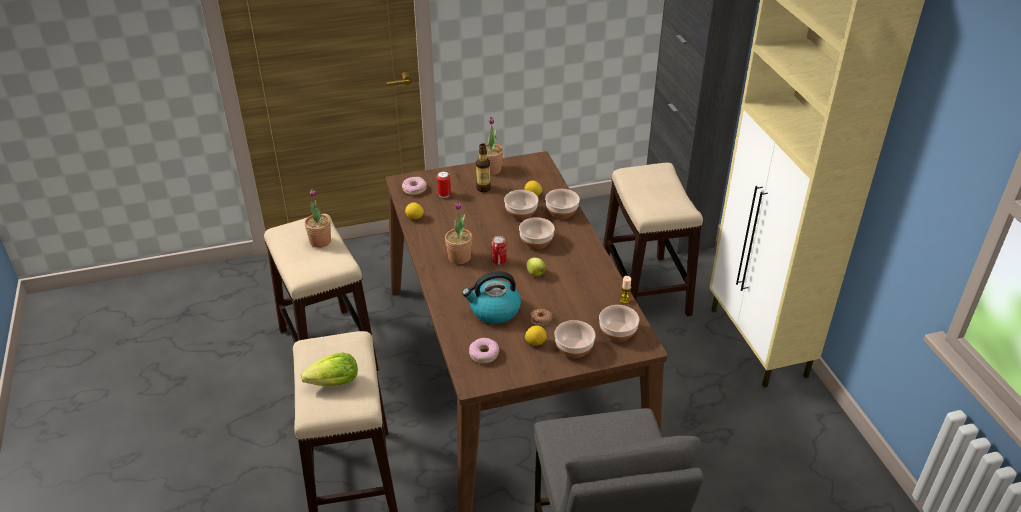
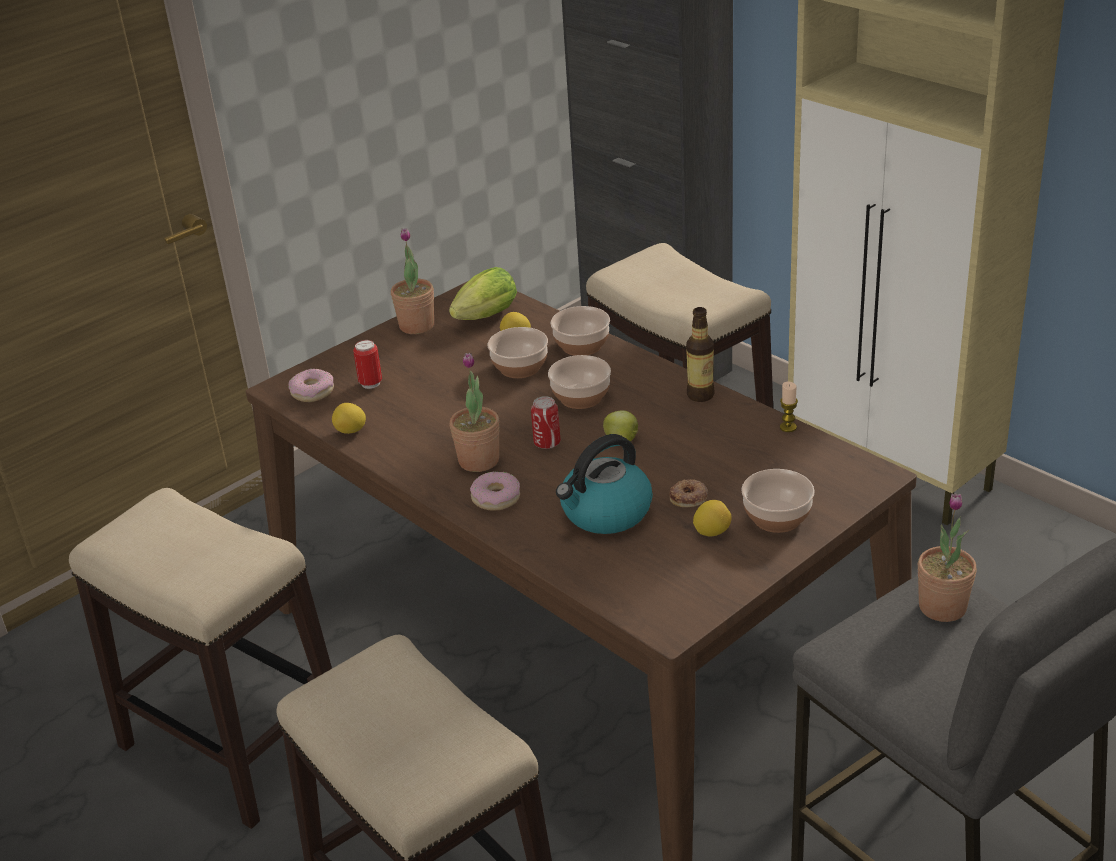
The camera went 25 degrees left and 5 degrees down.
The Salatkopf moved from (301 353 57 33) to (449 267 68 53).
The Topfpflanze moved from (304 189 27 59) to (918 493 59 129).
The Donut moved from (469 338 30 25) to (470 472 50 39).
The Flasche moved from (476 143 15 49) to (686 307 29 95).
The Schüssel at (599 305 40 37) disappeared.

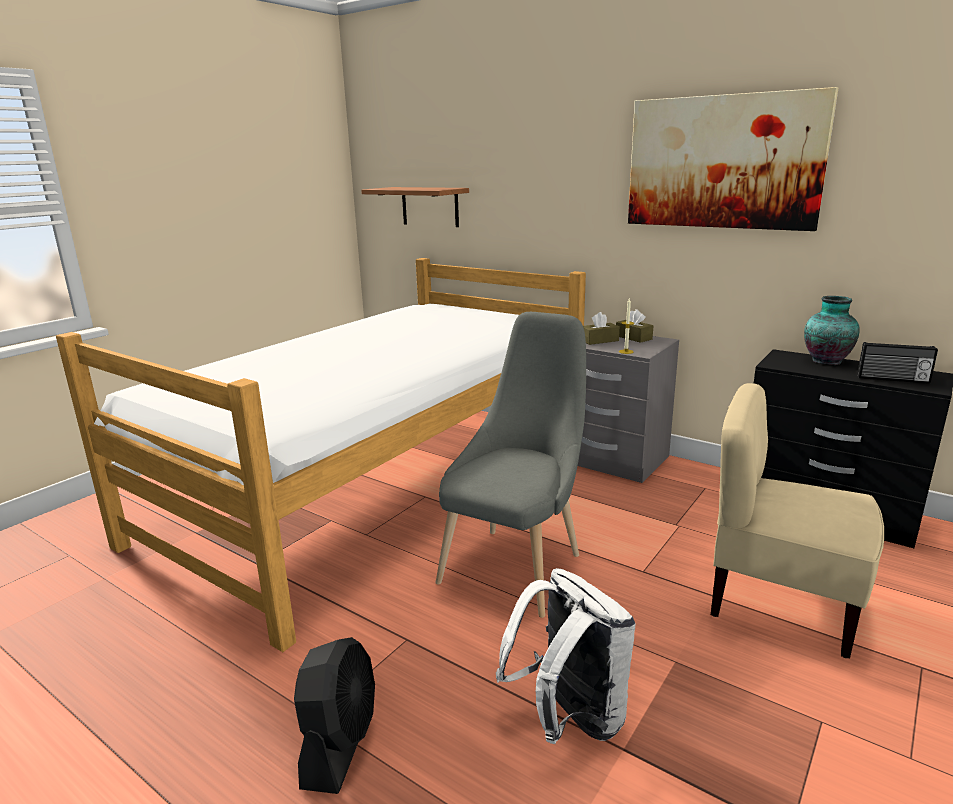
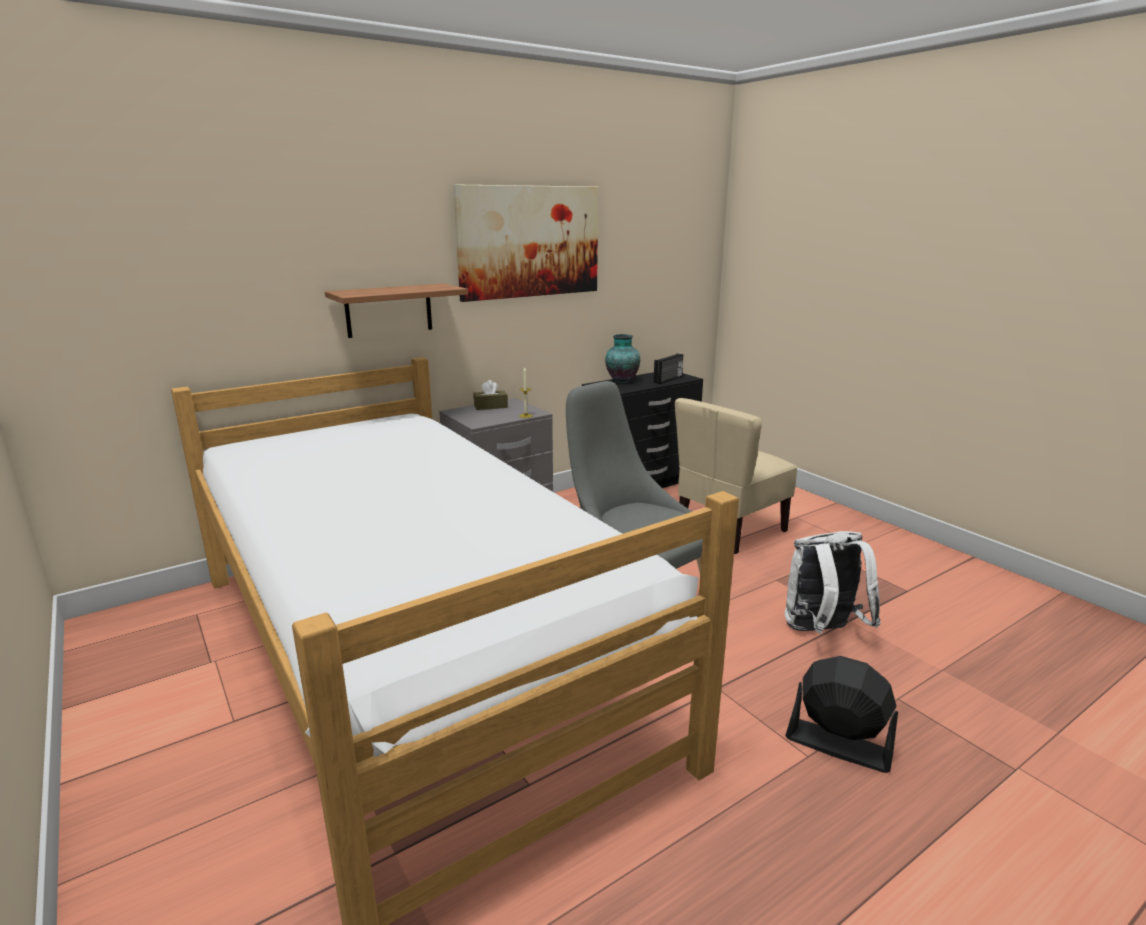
The camera went 70 degrees left and 0 degrees up.
The Wandregal moved from (361 187 108 40) to (325 283 143 55).
The Taschentuchbox [braun] at (583 312 37 33) disappeared.

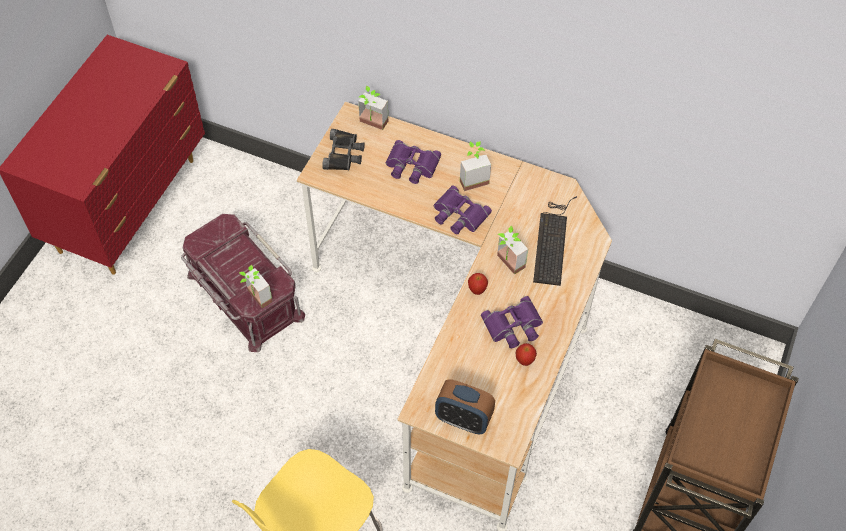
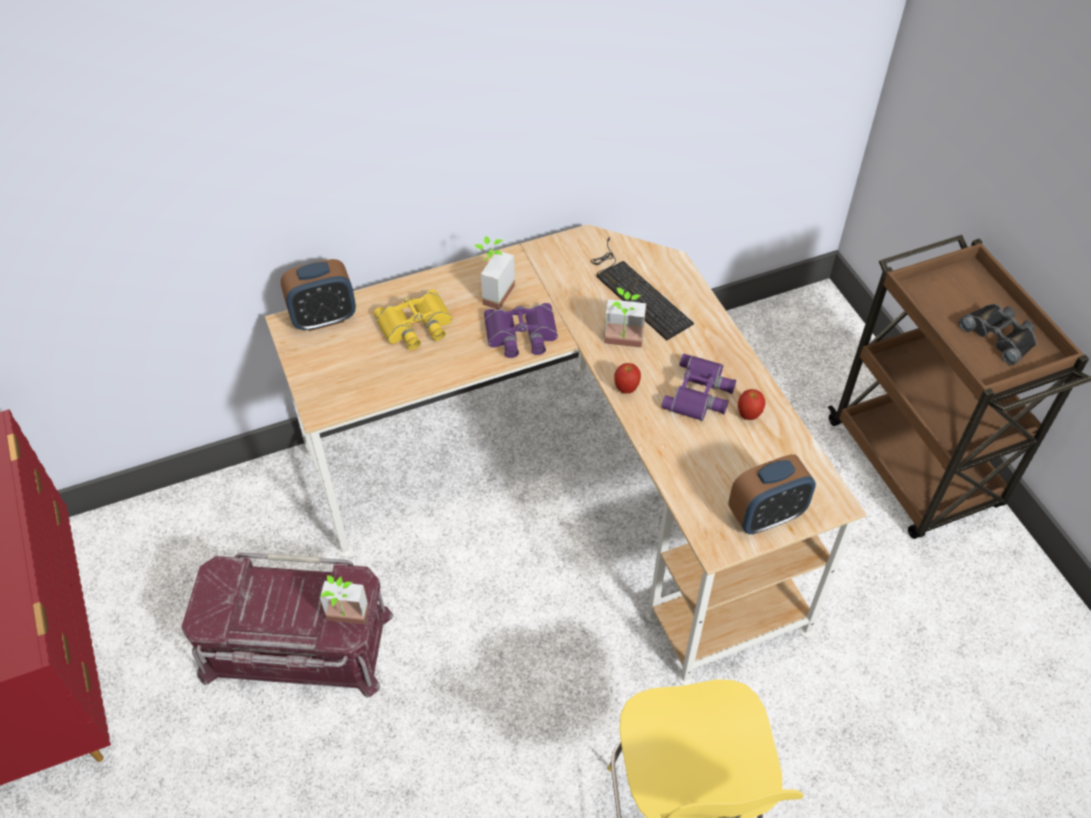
The camera went 45 degrees left and 5 degrees down.
The Fernglas [schwarz] moved from (322 129 43 41) to (958 304 79 61).
The Topfpflanze at (359 86 29 44) was replaced by the Wecker at (281 259 75 72).
The Fernglas [lila] at (386 140 55 44) became the Fernglas [gelb] at (373 289 79 61).

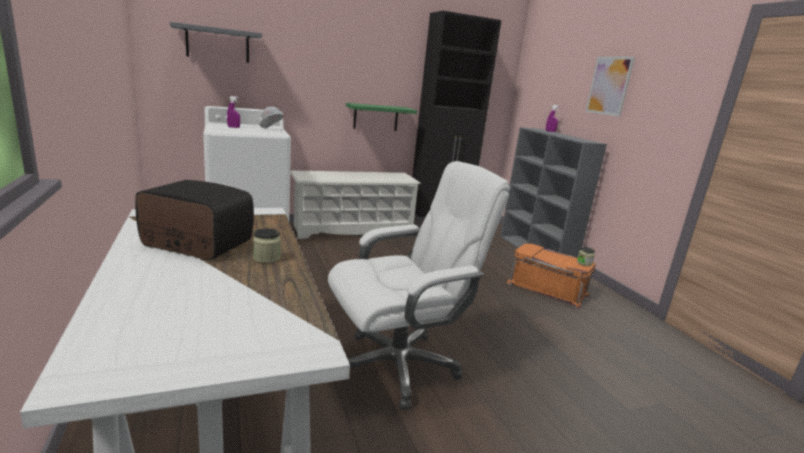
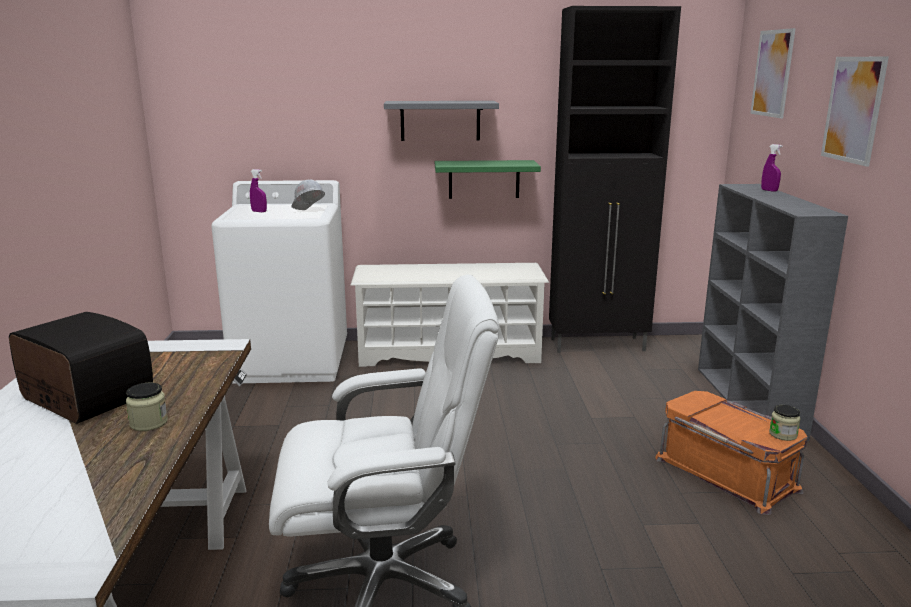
The camera went 20 degrees right and 0 degrees up.
The Wandregal [grau] moved from (170 22 92 41) to (384 101 115 40).
The Bild at (750 28 46 90) appeared.

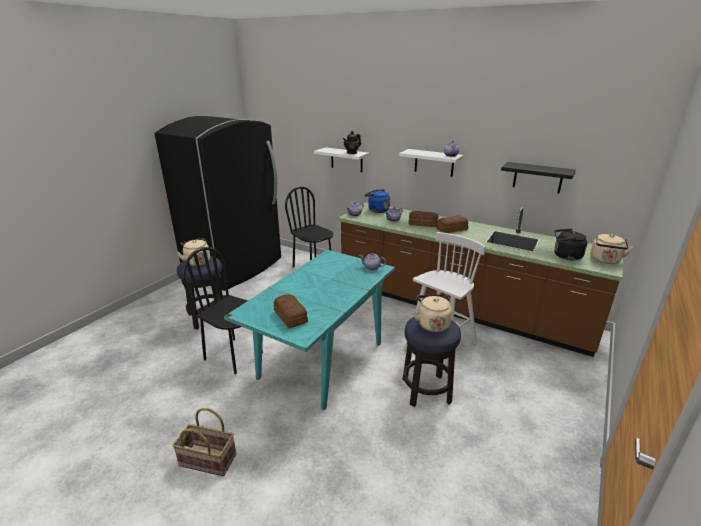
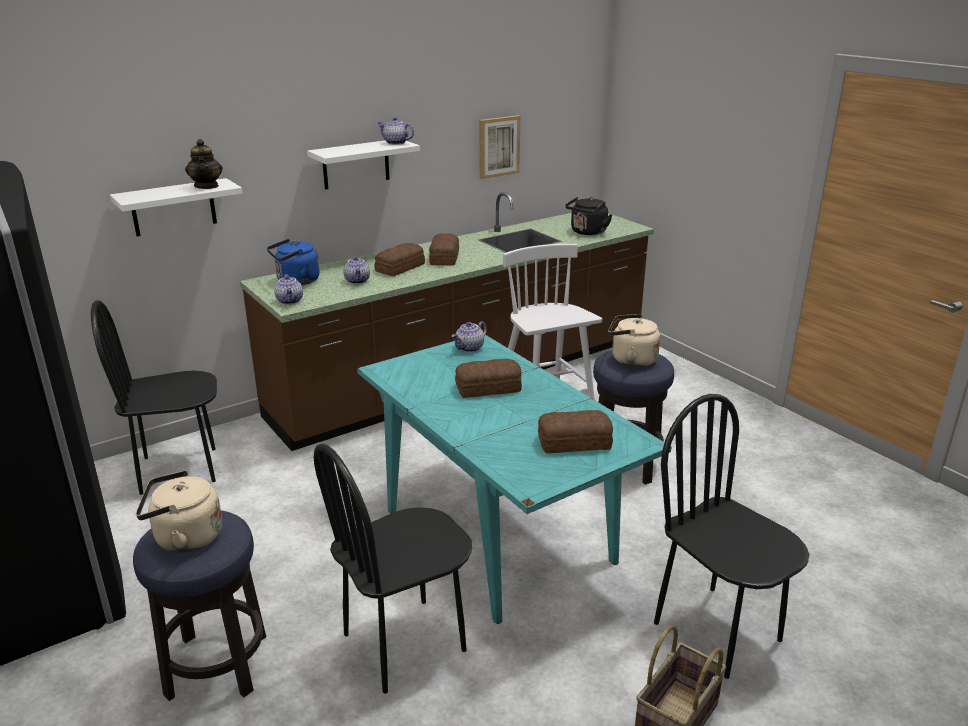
The camera went 65 degrees left and 0 degrees up.
The Wandregal [schwarz] at (501 162 75 32) was replaced by the Bild at (479 115 42 64).
The Wasserkessel [beige] at (590 234 43 30) disappeared.
The Brot at (455 359 67 39) appeared.
The Stuhl [schwarz] at (654 394 156 285) appeared.

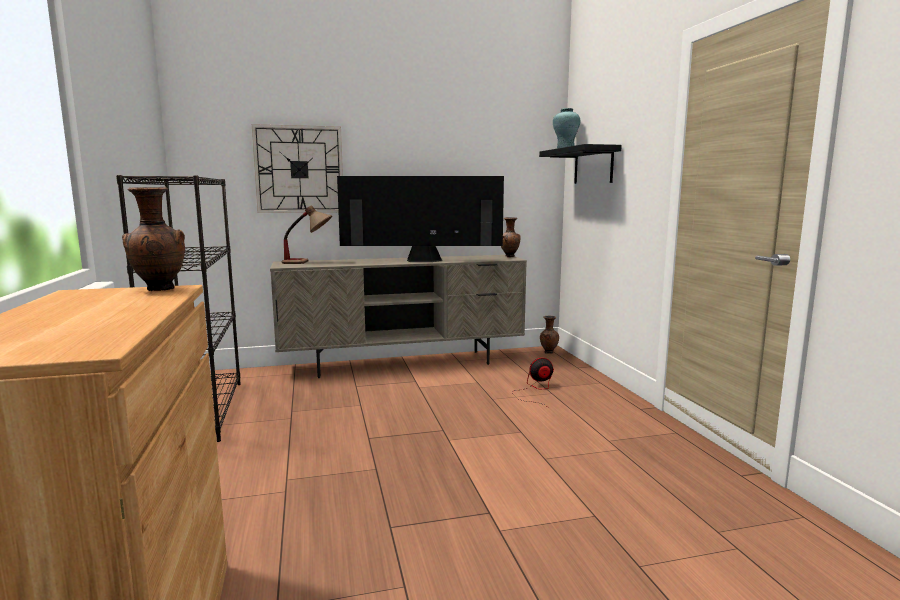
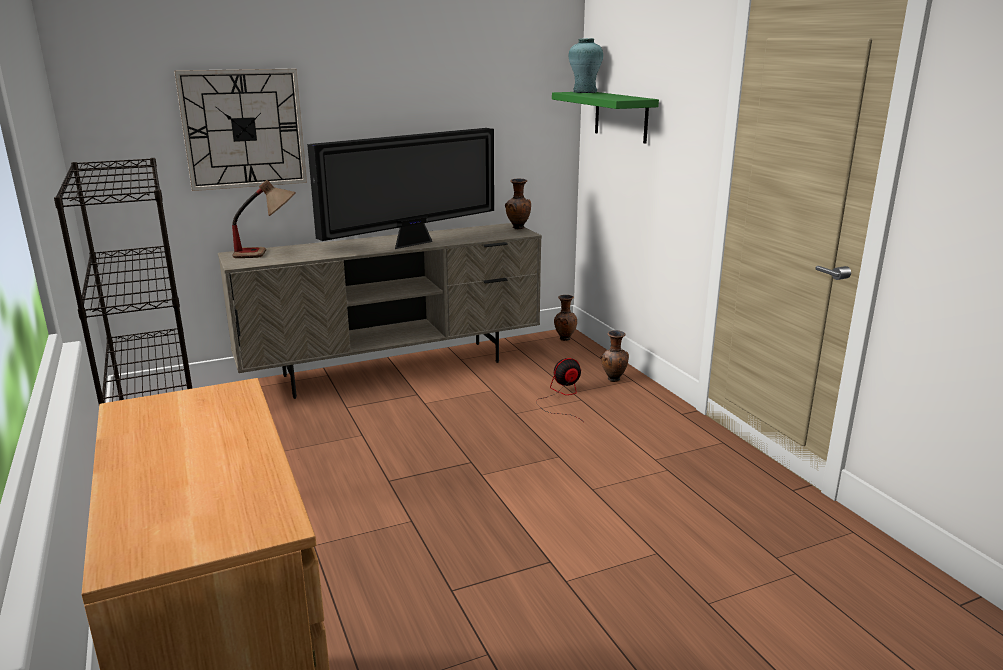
The camera went 10 degrees left and 10 degrees up.
The Vase [braun] moved from (122 187 63 104) to (601 330 28 52).
The Fernseher at (337 176 167 86) turned 150 degrees clockwise.
The Wandregal [schwarz] at (539 144 83 40) became the Wandregal [grün] at (552 92 107 52).

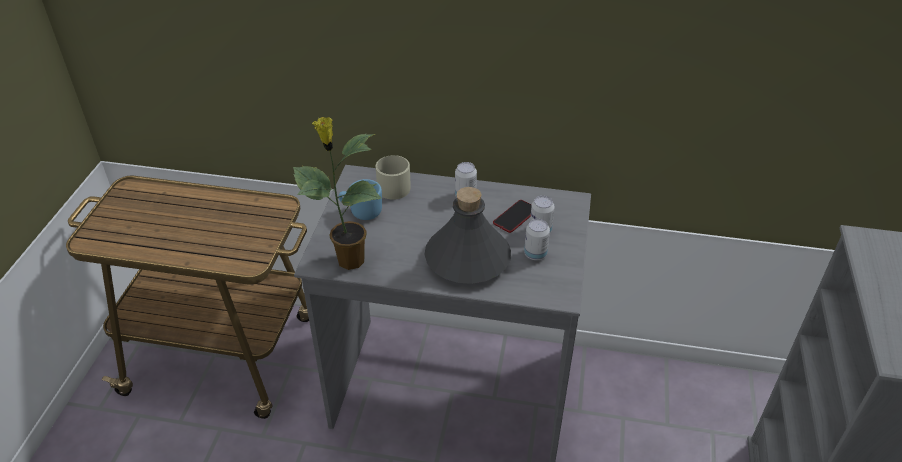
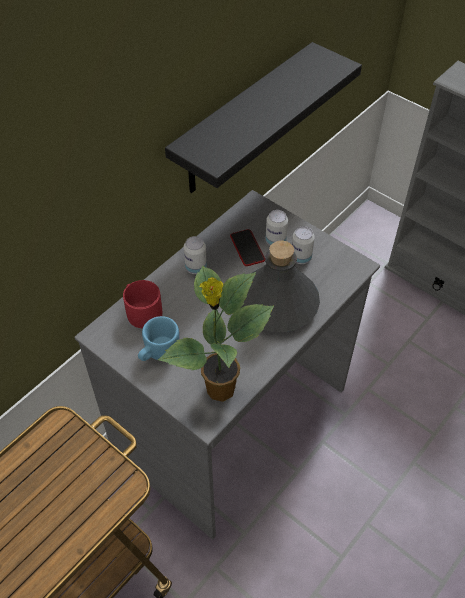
The camera went 60 degrees left and 10 degrees up.
The Henkelbecher [beige] at (376 155 35 45) became the Henkelbecher [rot] at (123 280 39 48).
The Wandregal [schwarz] at (165 42 197 151) appeared.

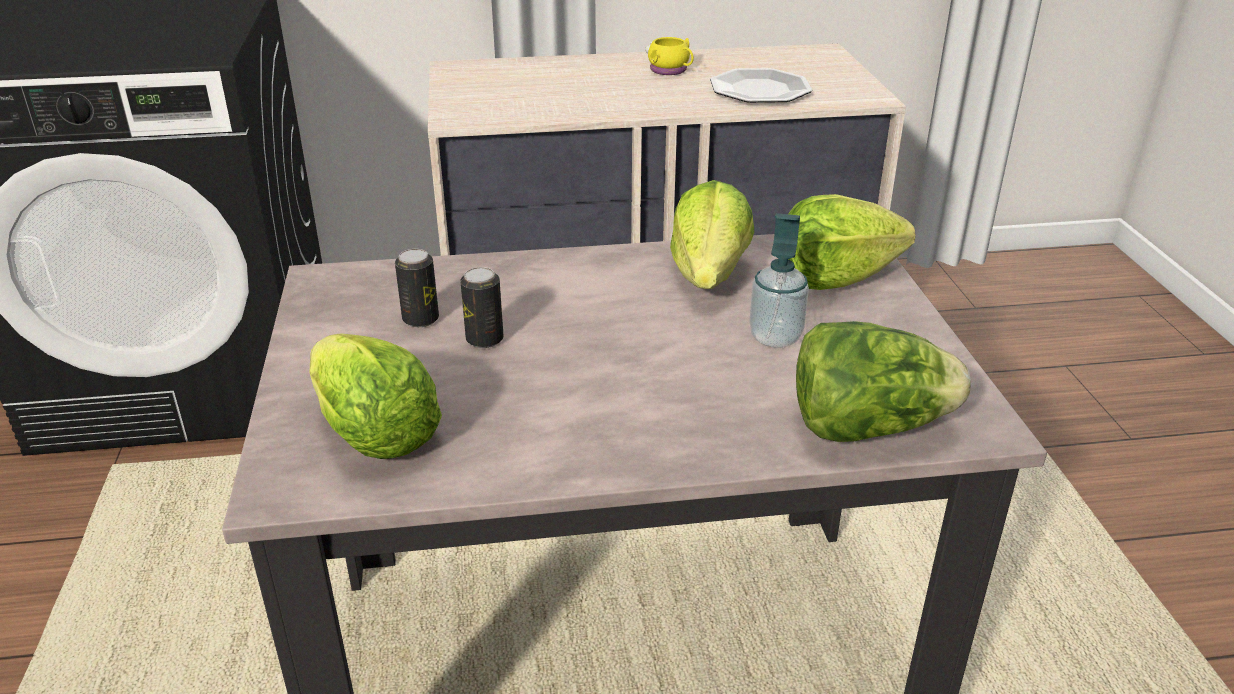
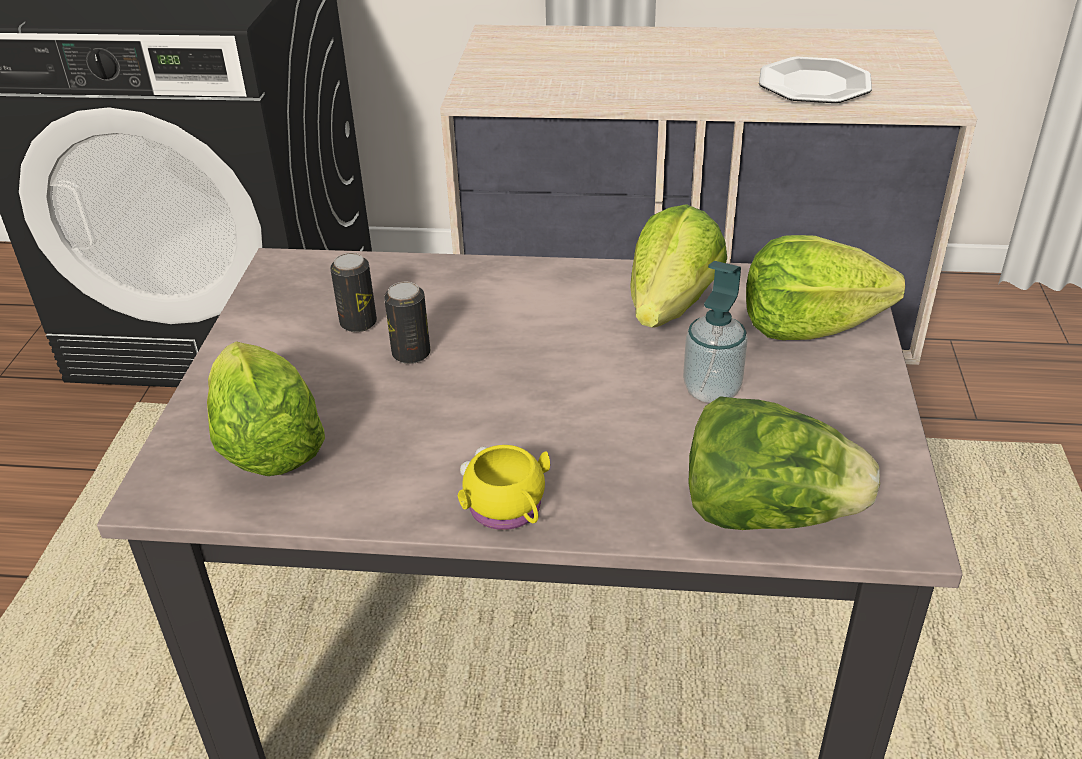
The camera went 15 degrees right and 5 degrees up.
The Henkelbecher [gelb] moved from (645 37 49 38) to (458 444 92 86).

